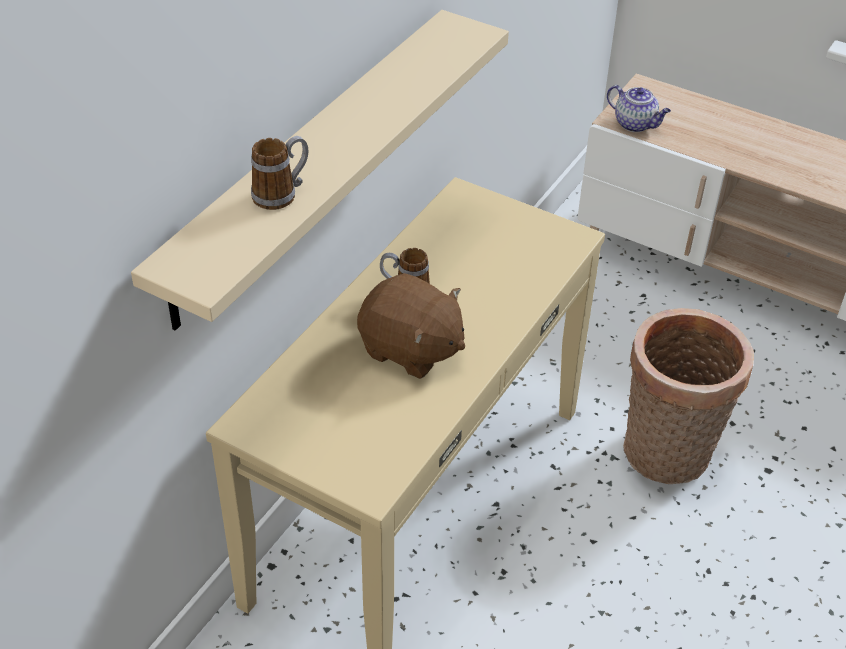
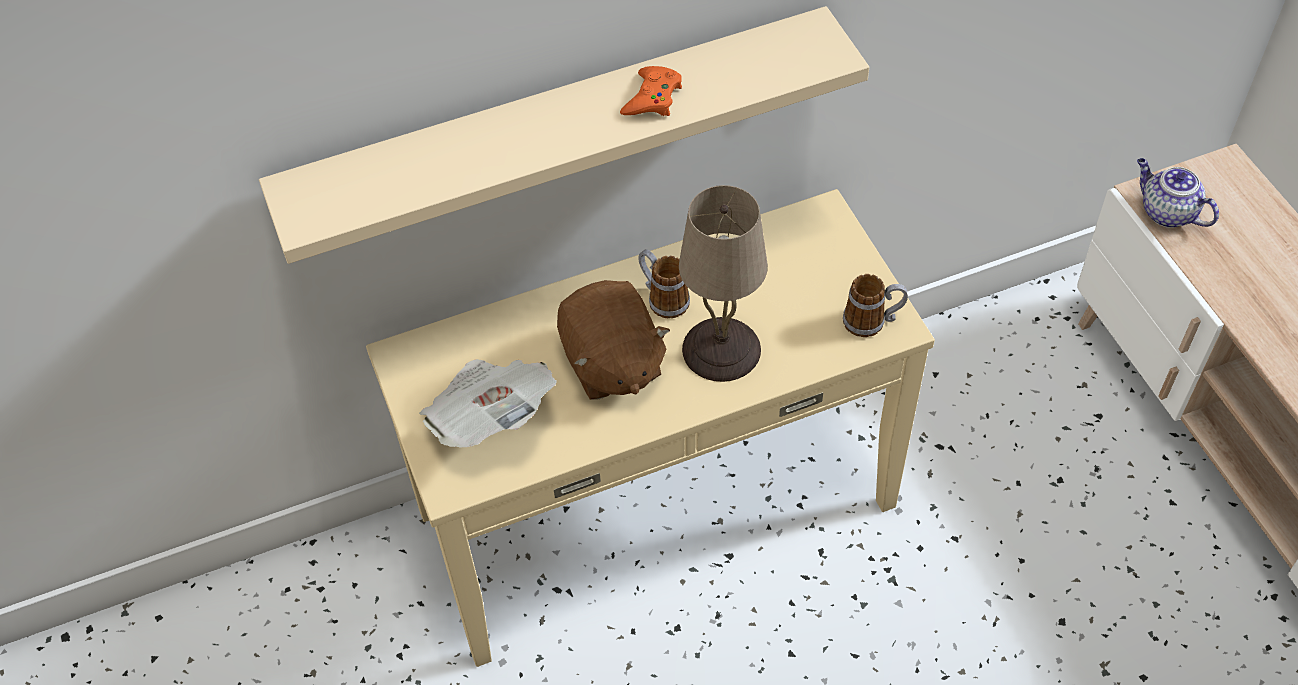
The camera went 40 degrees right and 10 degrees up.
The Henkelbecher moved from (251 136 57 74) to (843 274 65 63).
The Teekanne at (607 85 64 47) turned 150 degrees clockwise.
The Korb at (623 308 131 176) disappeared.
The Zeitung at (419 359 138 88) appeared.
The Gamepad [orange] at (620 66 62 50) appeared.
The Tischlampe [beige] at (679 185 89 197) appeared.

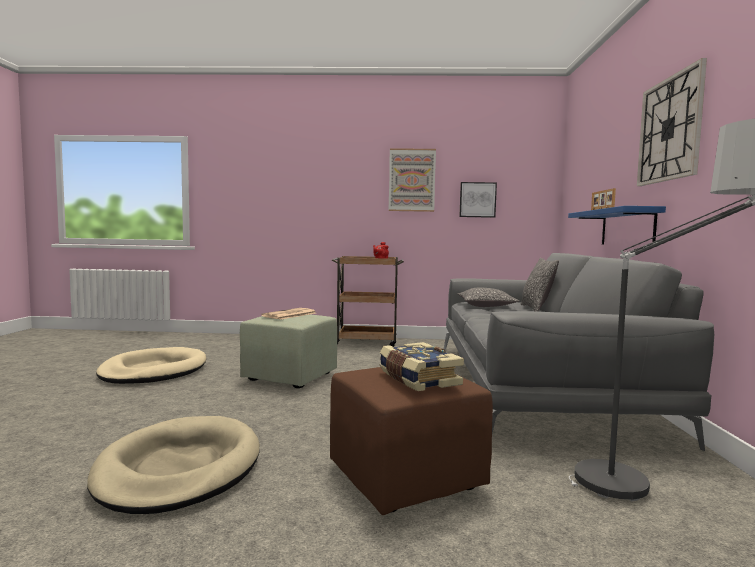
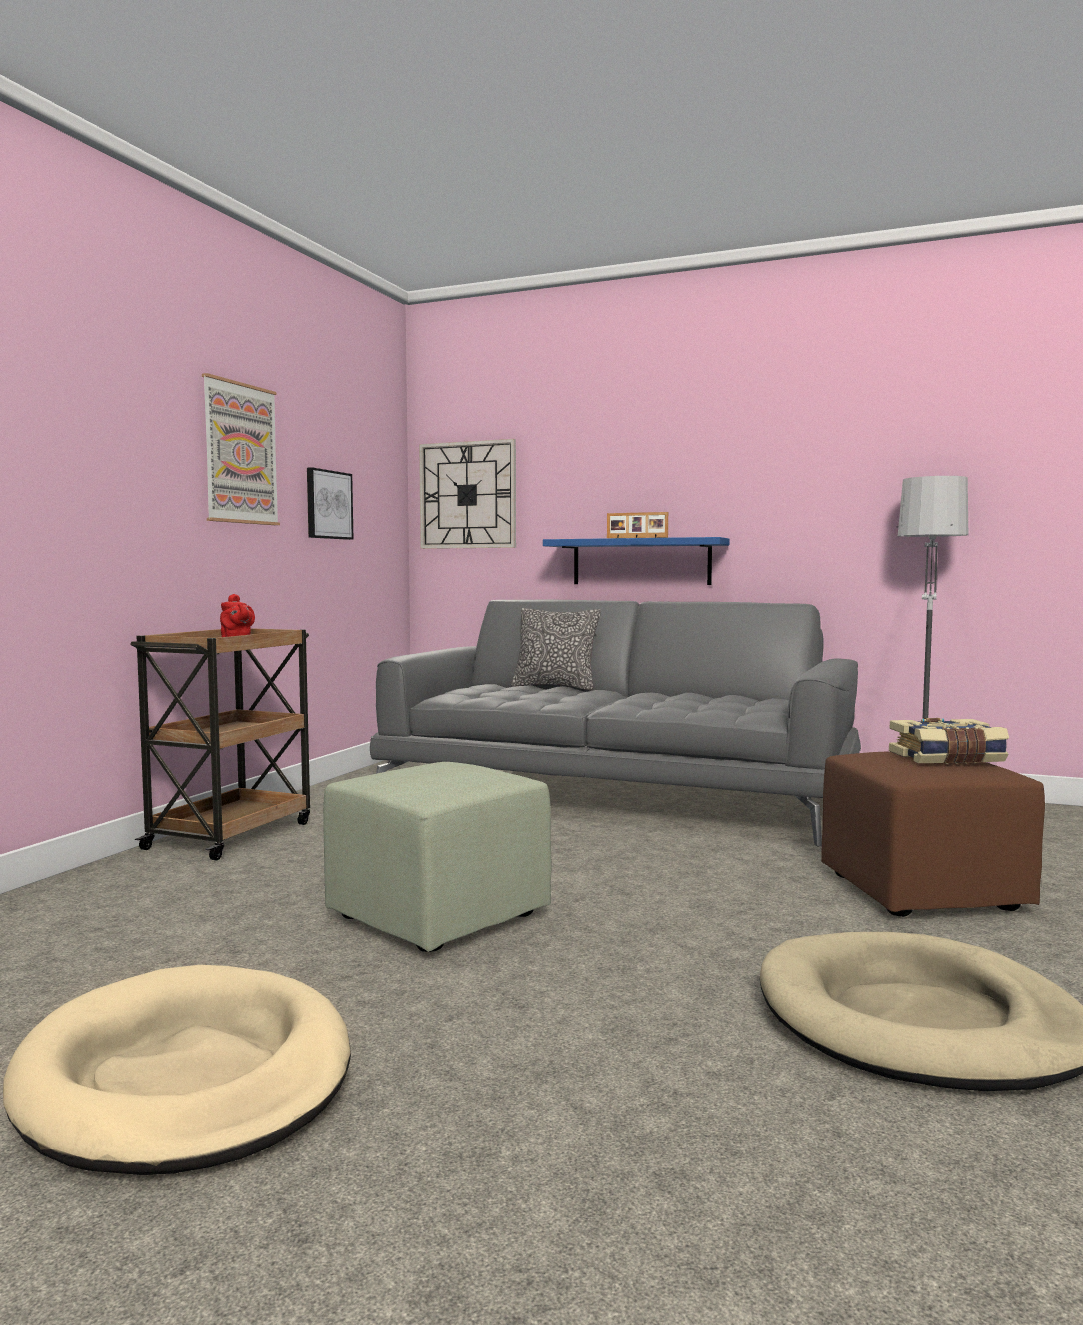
The camera went 70 degrees left and 0 degrees up.
The Zeitung at (262 308 54 12) disappeared.
The Kissen at (458 287 61 20) disappeared.
The Wanduhr moved from (637 58 70 128) to (419 439 97 110).

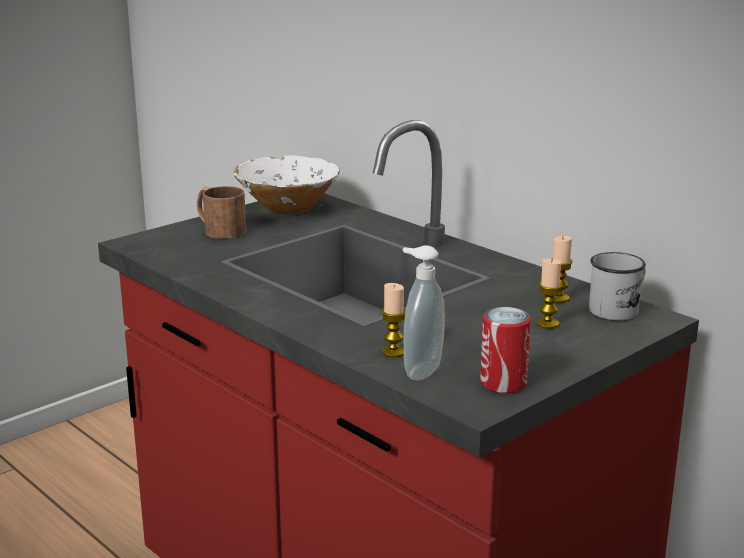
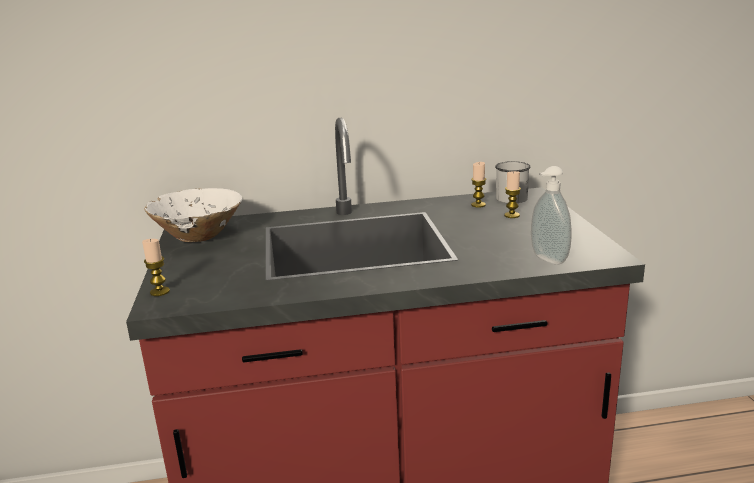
The camera went 55 degrees left and 0 degrees up.
The Henkelbecher [braun] at (197 186 49 53) disappeared.
The Kerze moved from (381 283 25 74) to (142 239 28 57).
The Dose at (480 307 51 87) disappeared.

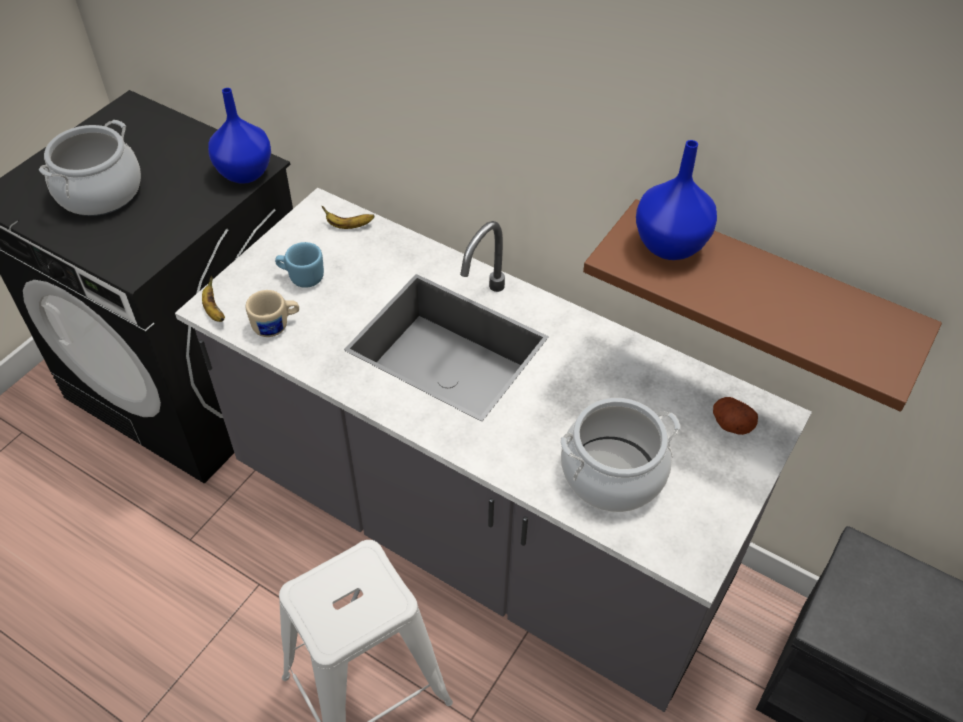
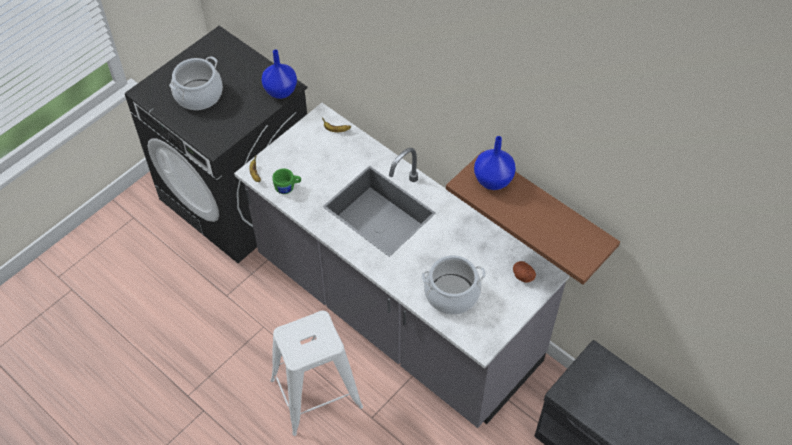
The camera went 10 degrees right and 5 degrees up.
The Henkelbecher [beige] at (246 290 53 47) became the Henkelbecher [grün] at (272 168 29 26).
The Henkelbecher [blau] at (275 242 49 46) disappeared.

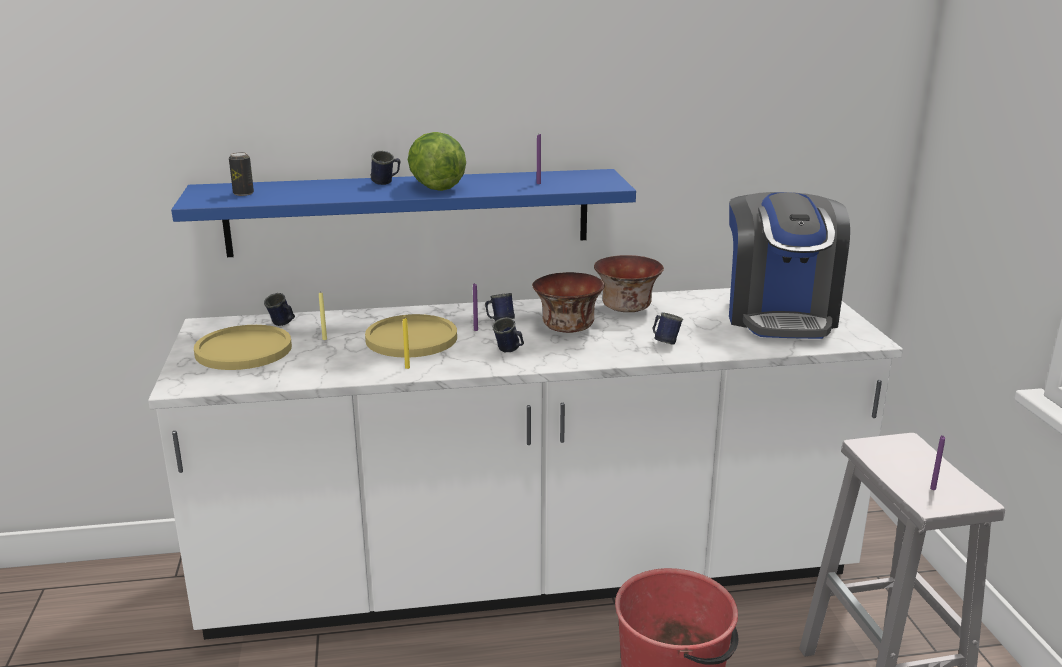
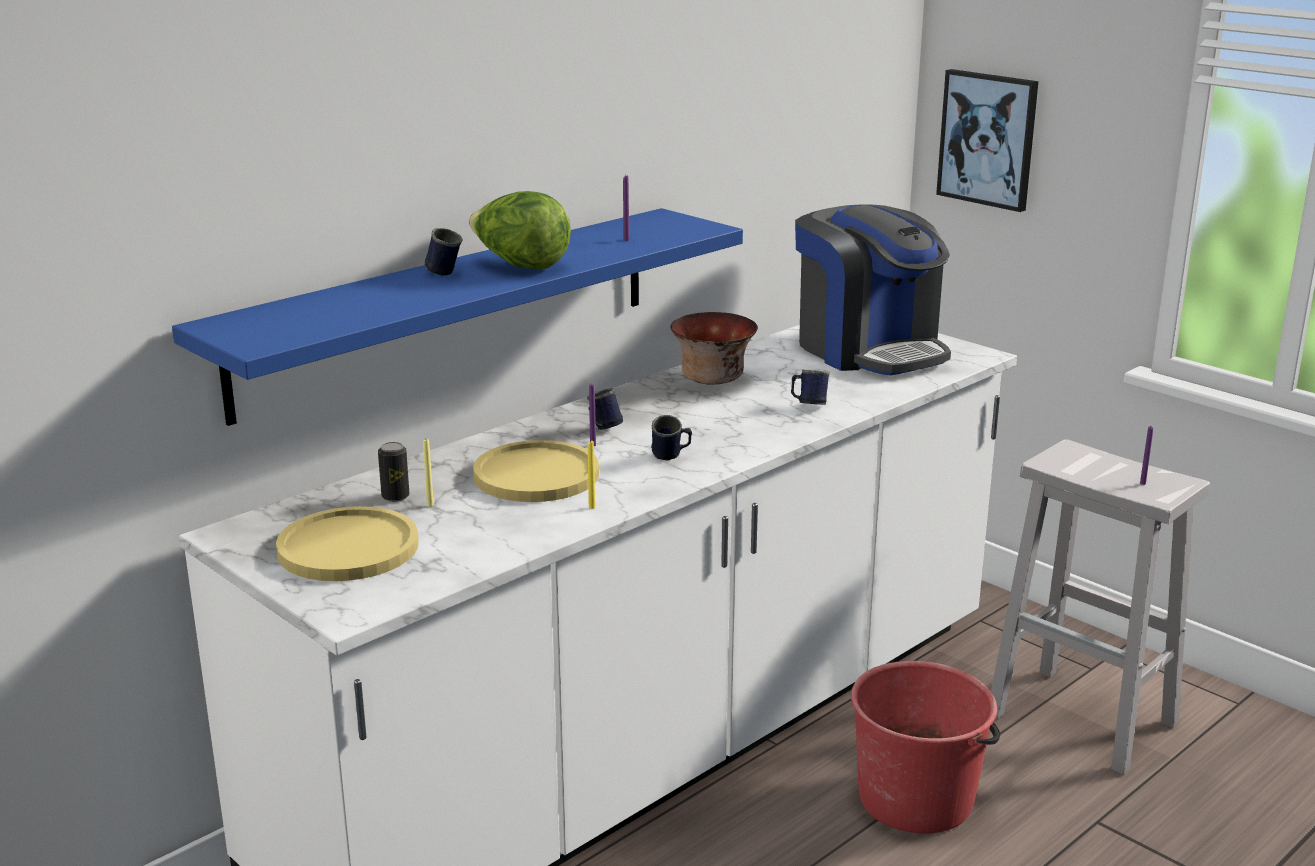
The camera went 35 degrees left and 0 degrees up.
The Dose moved from (229 152 25 44) to (378 442 32 60).
The Henkelbecher [blau] at (264 293 31 33) disappeared.
The Schüssel at (532 272 73 61) disappeared.
The Bild at (936 69 102 143) appeared.

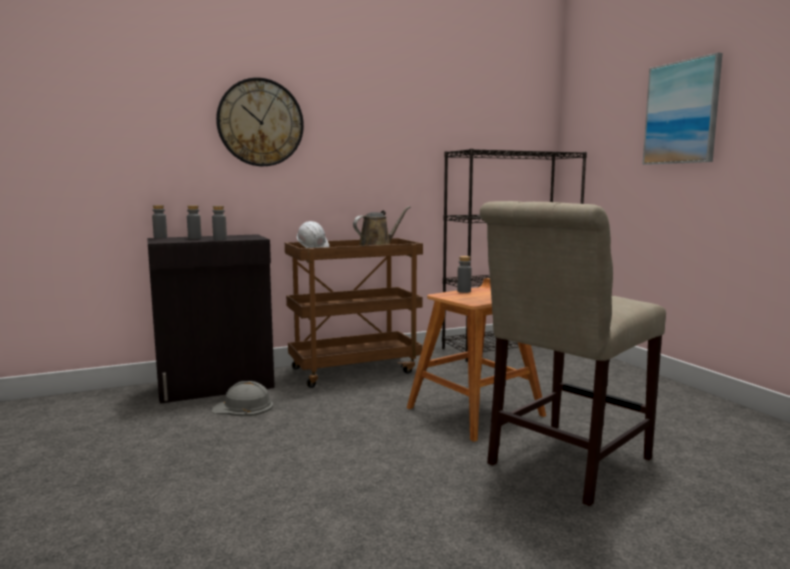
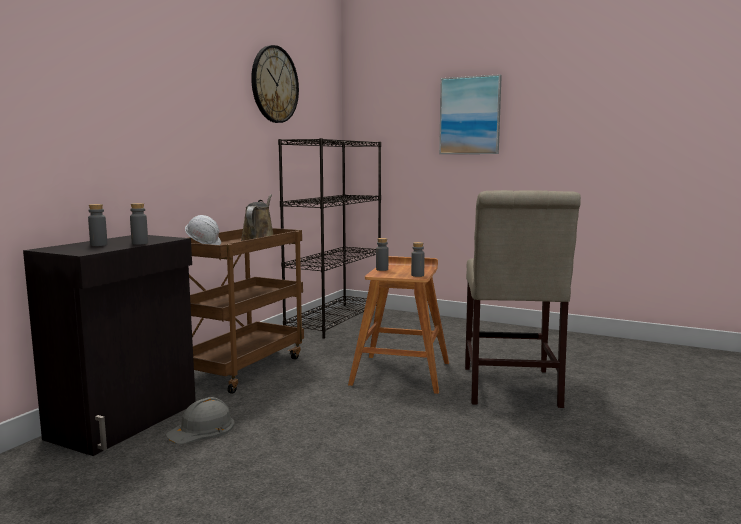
The camera went 40 degrees left and 0 degrees up.
The Flasche [grau] moved from (152 205 15 34) to (411 242 14 35).
The Wanduhr moved from (216 78 88 88) to (251 45 48 78).

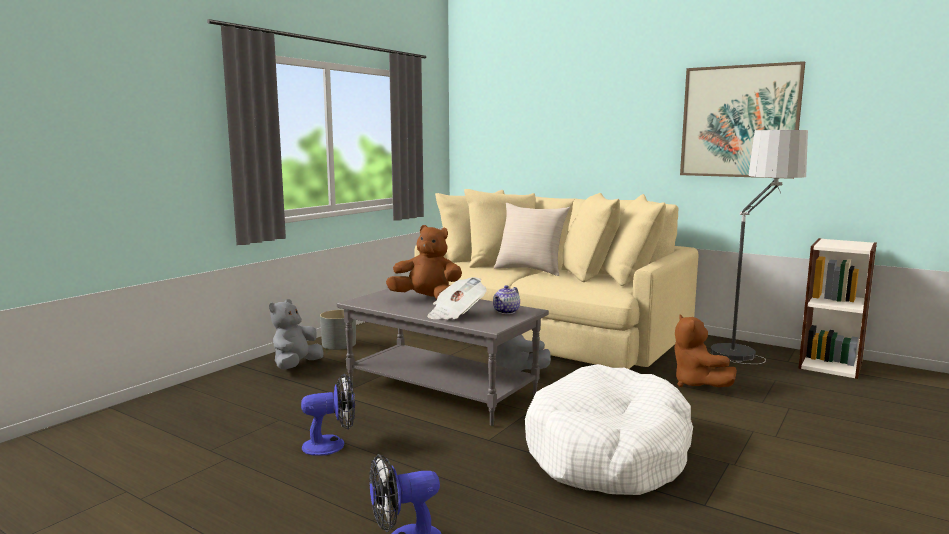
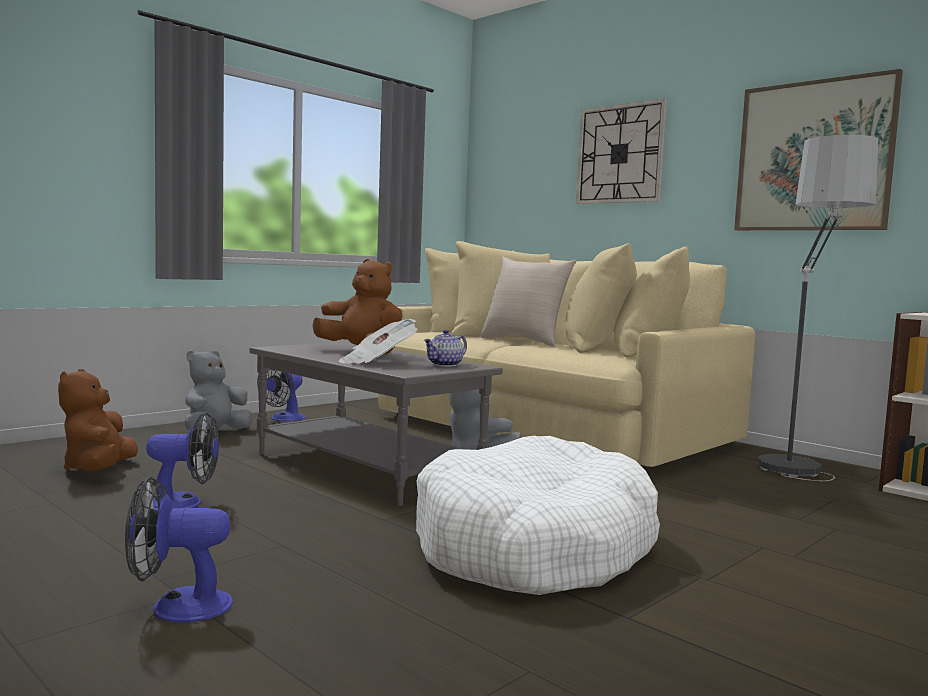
The camera went 10 degrees right and 5 degrees down.
The Pflanzkübel [grau] at (320 310 36 40) was replaced by the Ventilator at (257 369 48 52).
The Plüschtier [braun] moved from (674 315 63 72) to (58 369 80 102).
The Wanduhr at (576 98 91 106) appeared.

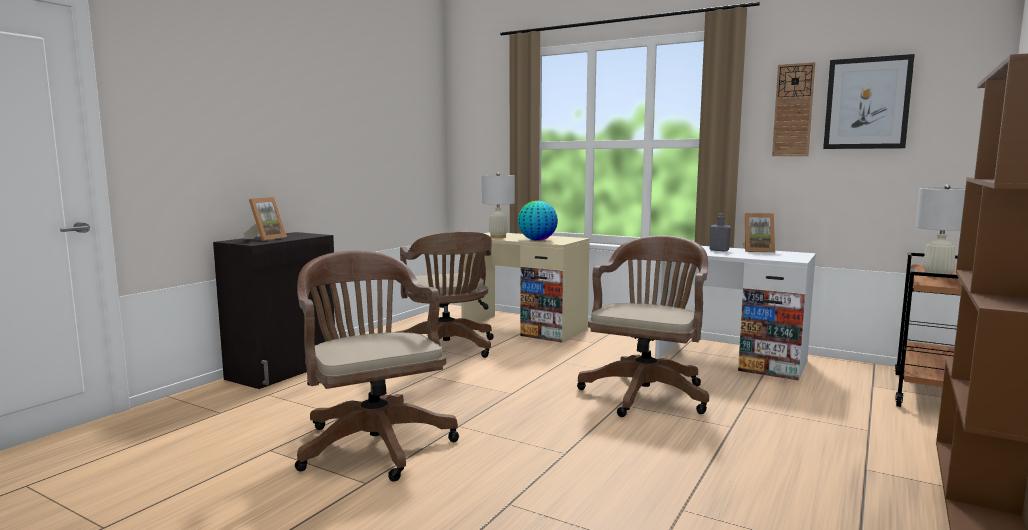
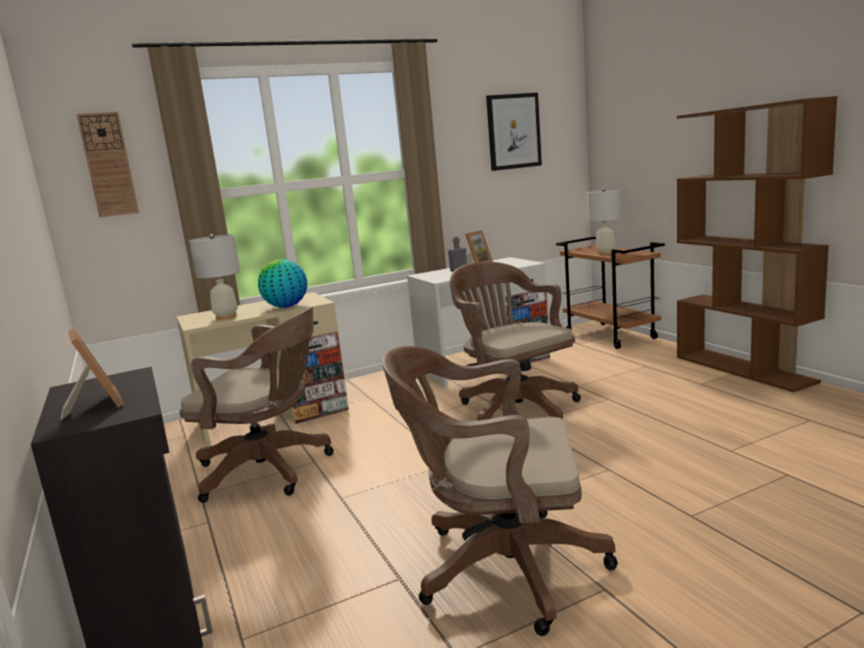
The camera went 55 degrees left and 5 degrees up.
The Wanduhr moved from (772 62 43 94) to (76 112 63 105).

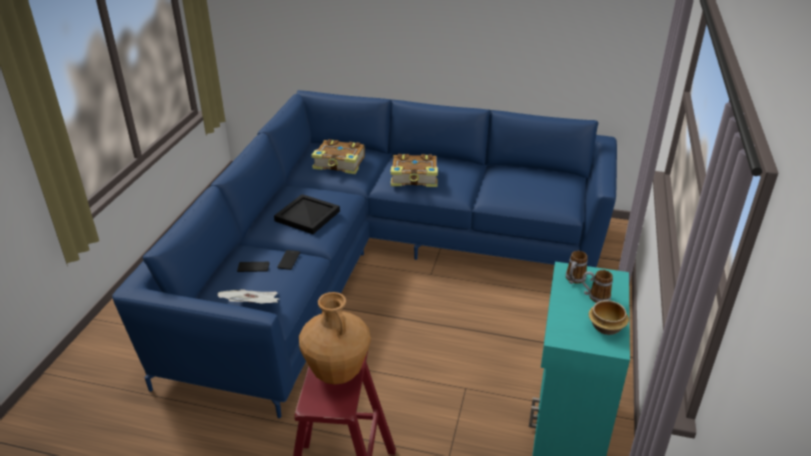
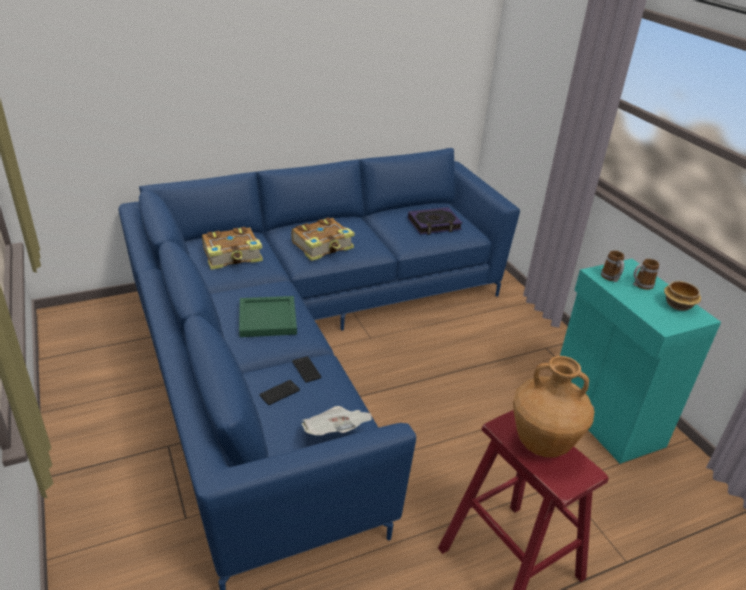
The camera went 40 degrees left and 0 degrees up.
The Tablett [schwarz] at (274 194 66 40) became the Tablett [grün] at (239 296 58 41).
The Buch at (408 207 55 28) appeared.

